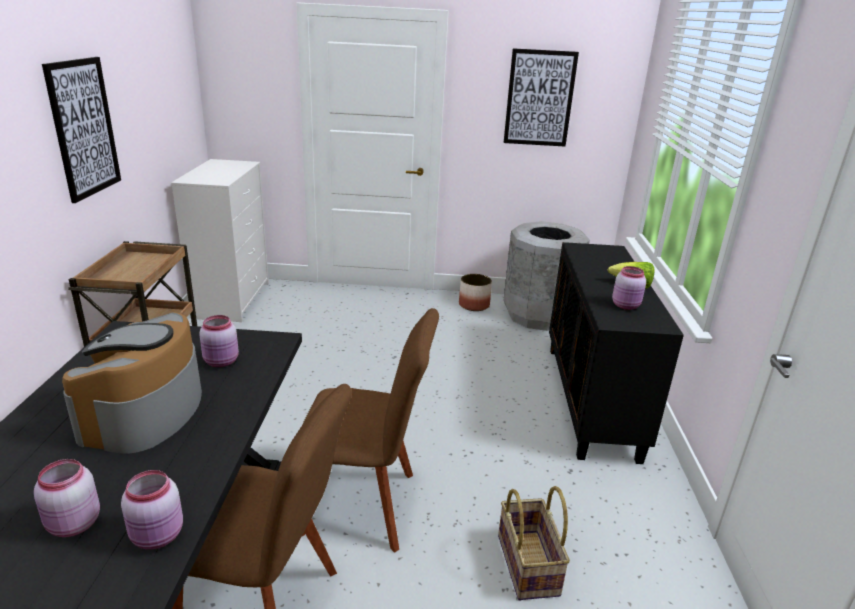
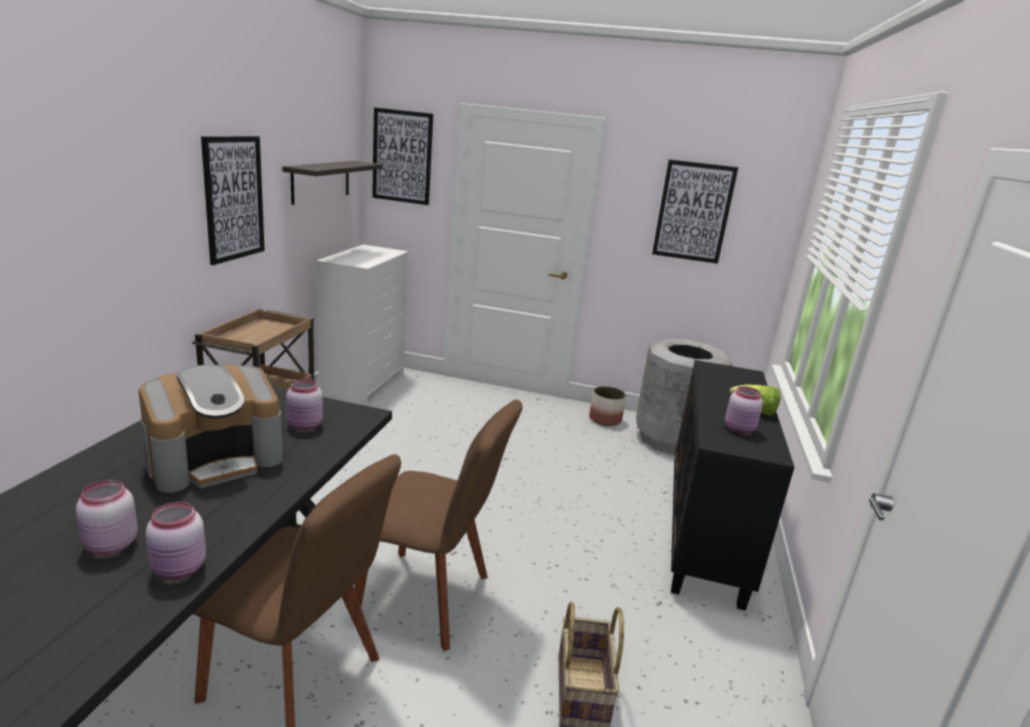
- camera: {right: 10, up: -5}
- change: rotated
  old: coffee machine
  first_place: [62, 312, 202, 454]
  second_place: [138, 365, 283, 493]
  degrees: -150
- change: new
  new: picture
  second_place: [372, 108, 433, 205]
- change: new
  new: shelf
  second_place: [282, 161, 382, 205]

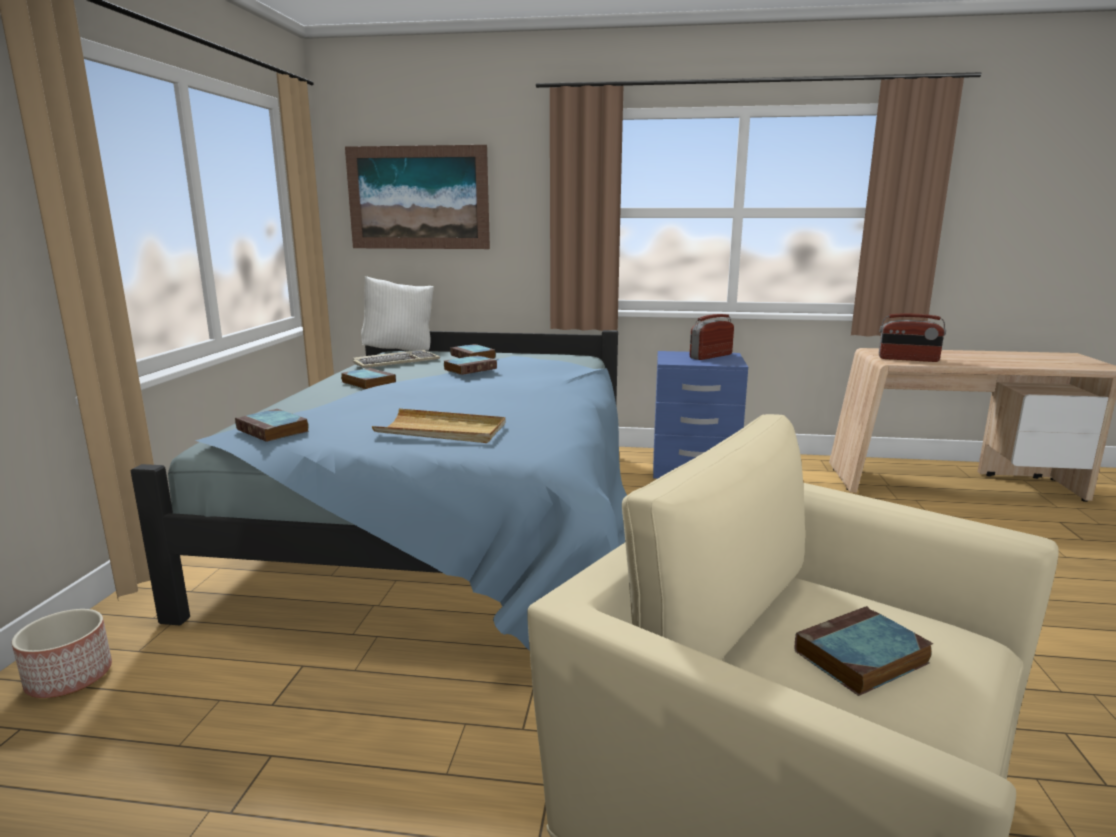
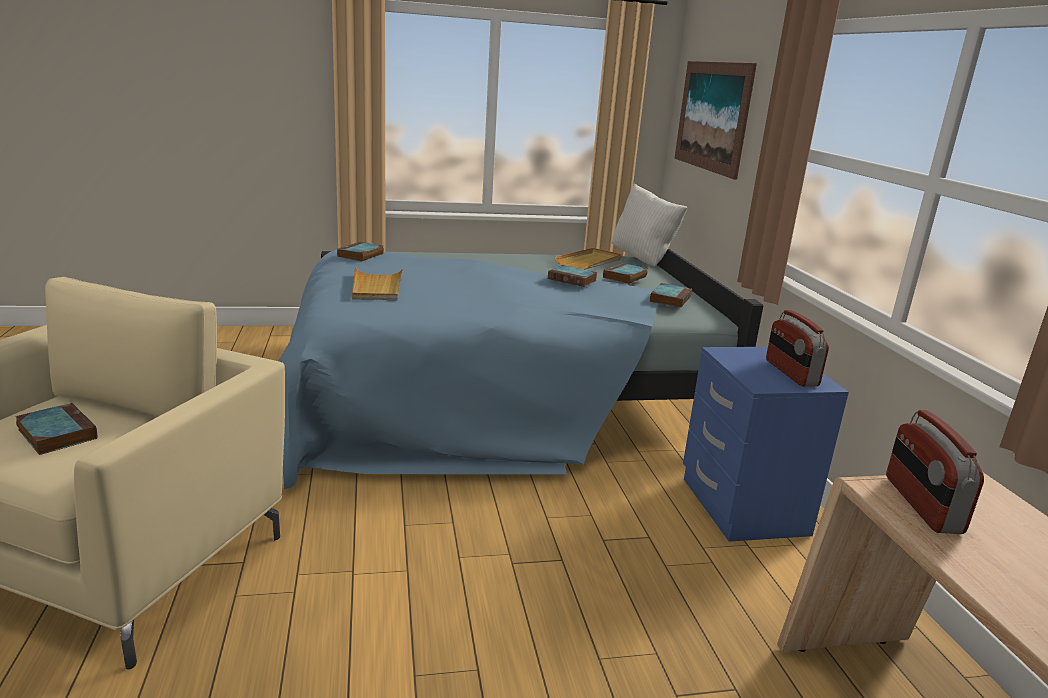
- camera: {right: 70, up: 5}
- change: rotated
  old: radio
  first_place: [690, 314, 734, 360]
  second_place: [766, 310, 829, 387]
  degrees: -135
- change: swapped
  old: keyboard
  new: beige tray
  first_place: [353, 350, 440, 368]
  second_place: [554, 248, 622, 269]
- change: shifted
  old: book
  first_place: [341, 368, 396, 389]
  second_place: [650, 283, 692, 308]
- change: gone
  old: planter
  first_place: [12, 609, 112, 698]

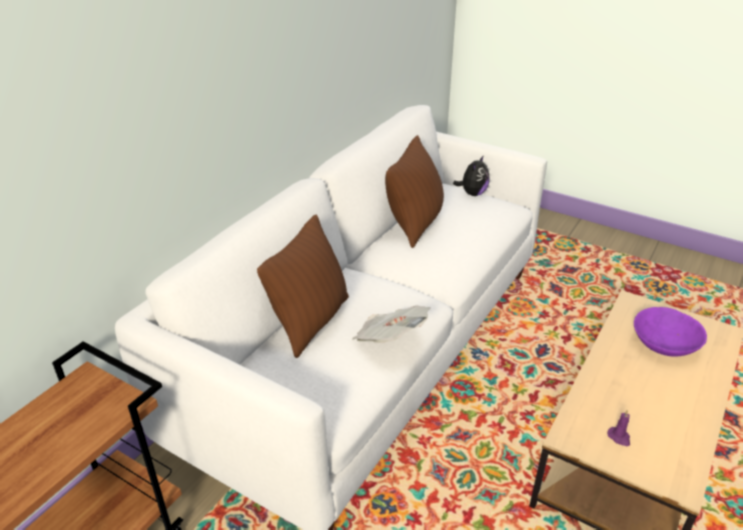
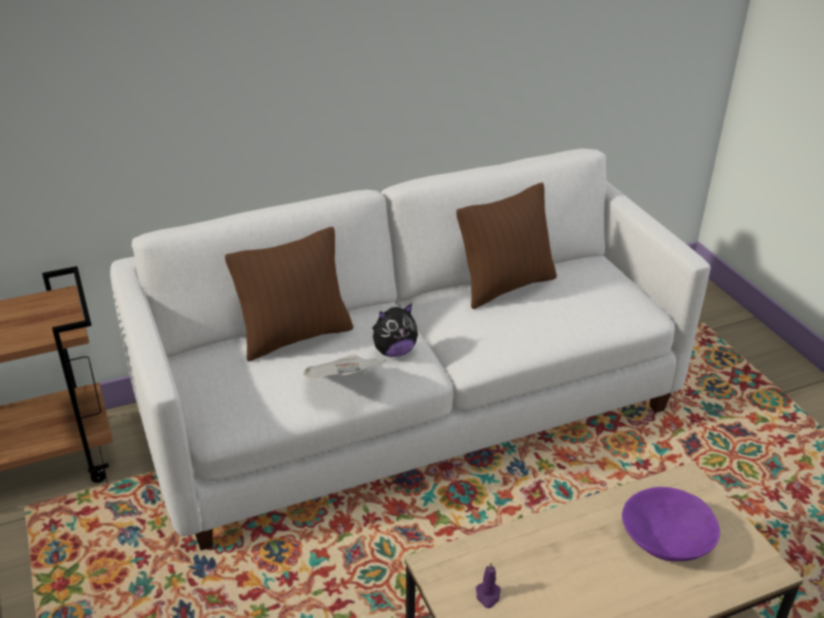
- camera: {right: 35, up: 0}
- change: shifted
  old: plush toy
  first_place: [453, 155, 489, 196]
  second_place: [372, 303, 418, 357]

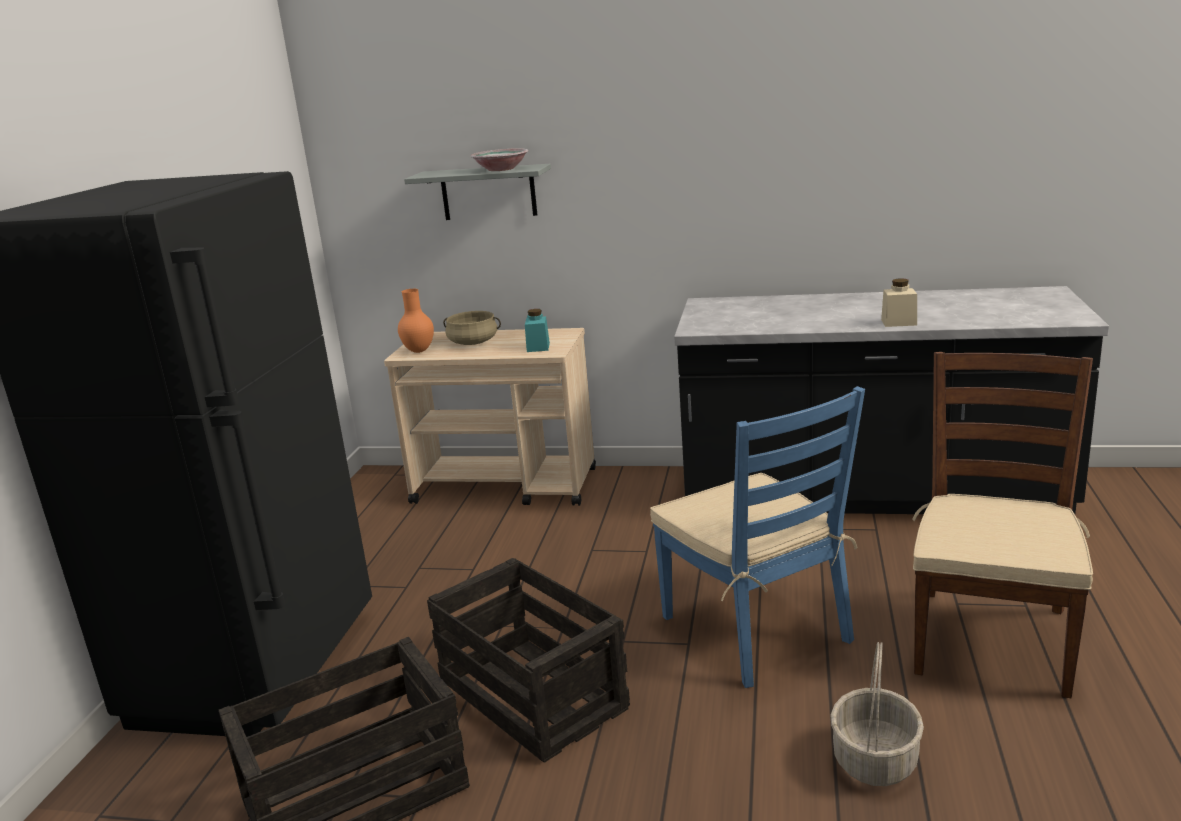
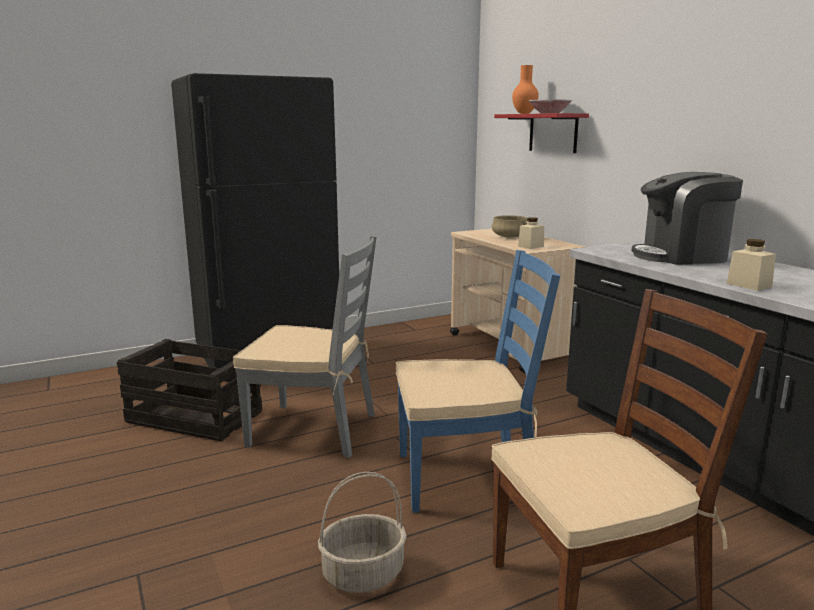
- camera: {right: 50, up: -5}
- change: repainted
  old: grey shelf
  new: red shelf
  first_place: [404, 164, 551, 220]
  second_place: [494, 113, 589, 153]
- change: shifted
  old: orange vase
  first_place: [398, 289, 434, 353]
  second_place: [512, 65, 539, 114]
- change: repainted
  old: turquoise jar
  new: beige jar
  first_place: [525, 309, 550, 352]
  second_place: [518, 217, 544, 249]
- change: rotated
  old: blue chair
  first_place: [650, 386, 865, 688]
  second_place: [396, 250, 560, 513]
  degrees: -120
- change: swapped
  old: crate
  new: grey chair
  first_place: [427, 558, 630, 763]
  second_place: [233, 235, 377, 458]
- change: new
  new: coffee machine
  second_place: [632, 172, 743, 265]

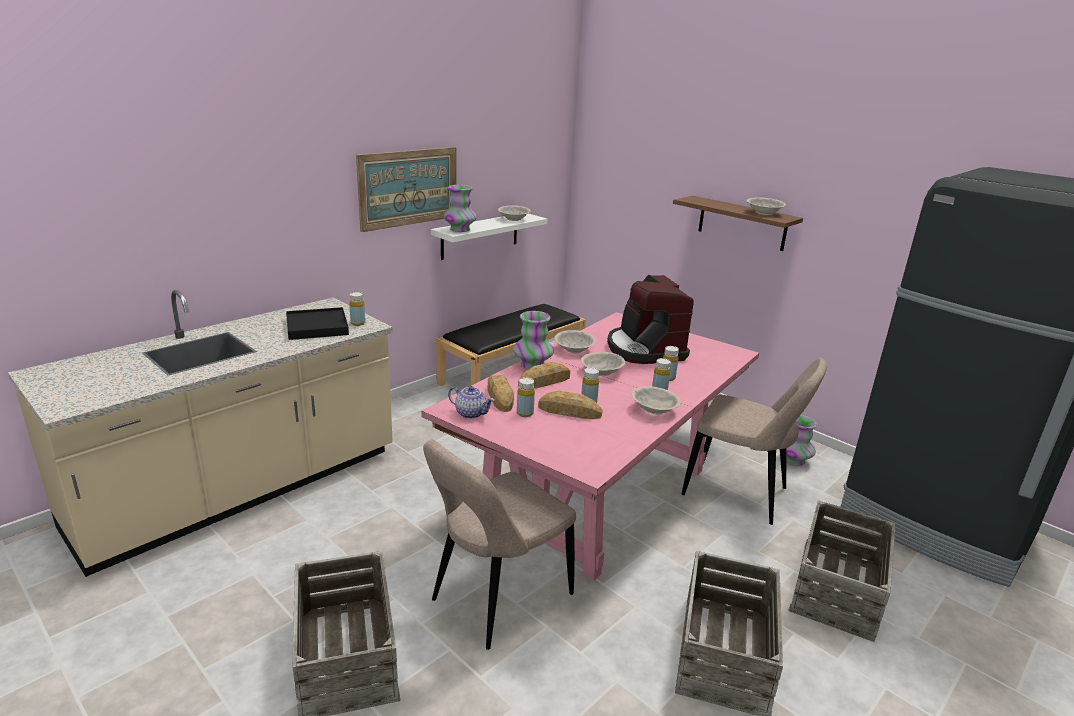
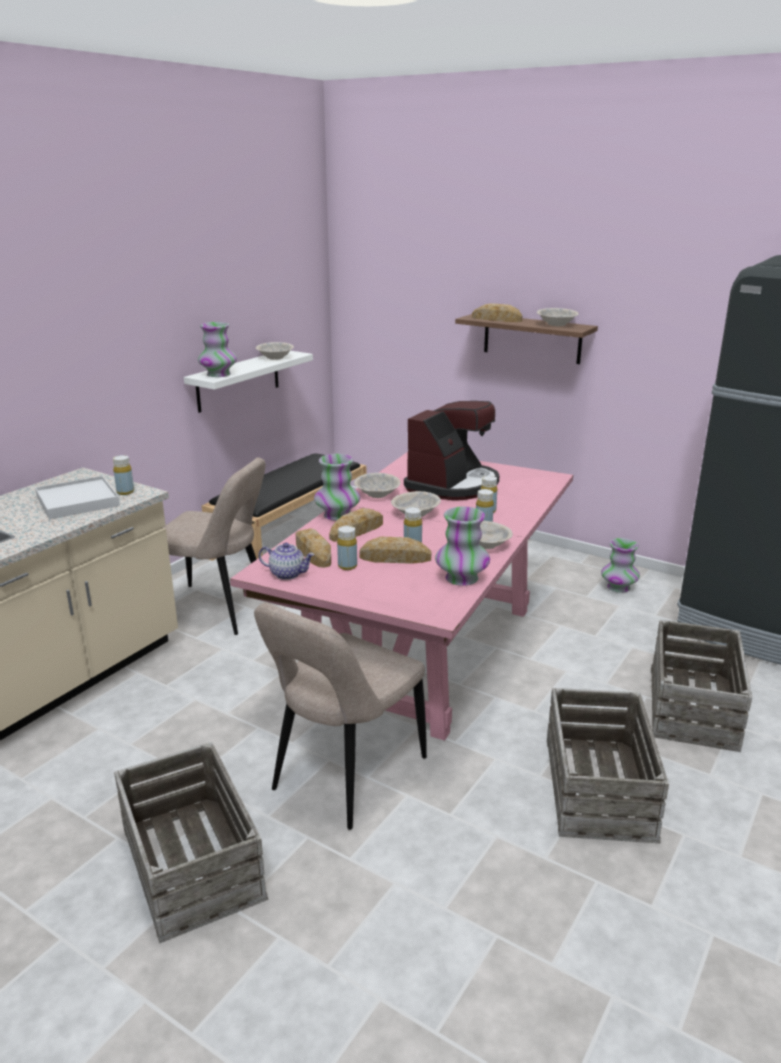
- camera: {right: -10, up: 0}
- change: gone
  old: picture
  first_place: [356, 147, 456, 232]
- change: rotated
  old: coffee machine
  first_place: [607, 275, 694, 364]
  second_place: [404, 401, 499, 500]
  degrees: -120
- change: repainted
  old: black tray
  new: white tray
  first_place: [286, 307, 349, 340]
  second_place: [35, 476, 120, 519]
- change: shifted
  old: beige chair
  first_place: [682, 358, 827, 525]
  second_place: [163, 457, 266, 635]
- change: new
  new: bread
  second_place: [472, 303, 522, 322]
- change: new
  new: vase
  second_place: [435, 507, 490, 586]

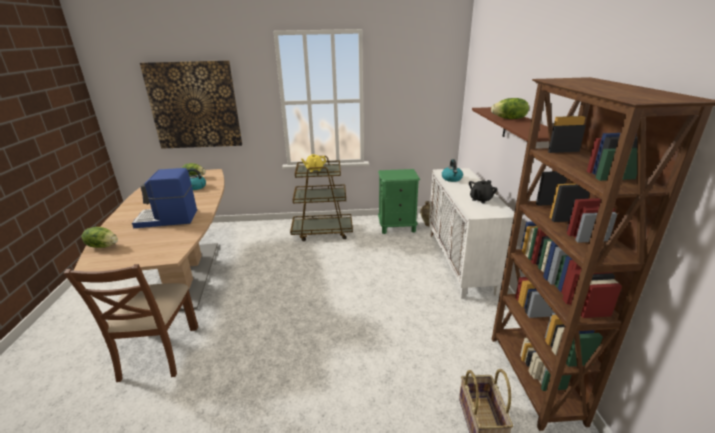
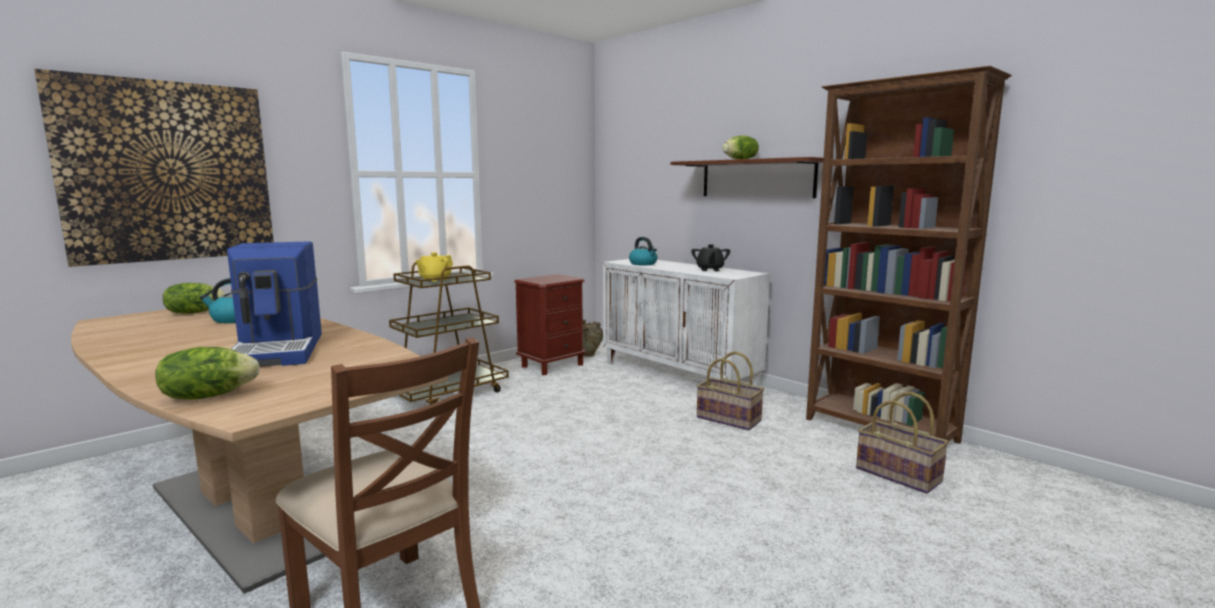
- camera: {right: -40, up: -15}
- change: rotated
  old: coffee machine
  first_place: [132, 168, 197, 228]
  second_place: [227, 241, 322, 367]
  degrees: -60
- change: repainted
  old: green nightstand
  new: brown nightstand
  first_place: [378, 169, 420, 234]
  second_place: [514, 274, 586, 375]
- change: new
  new: basket
  second_place: [697, 351, 764, 430]

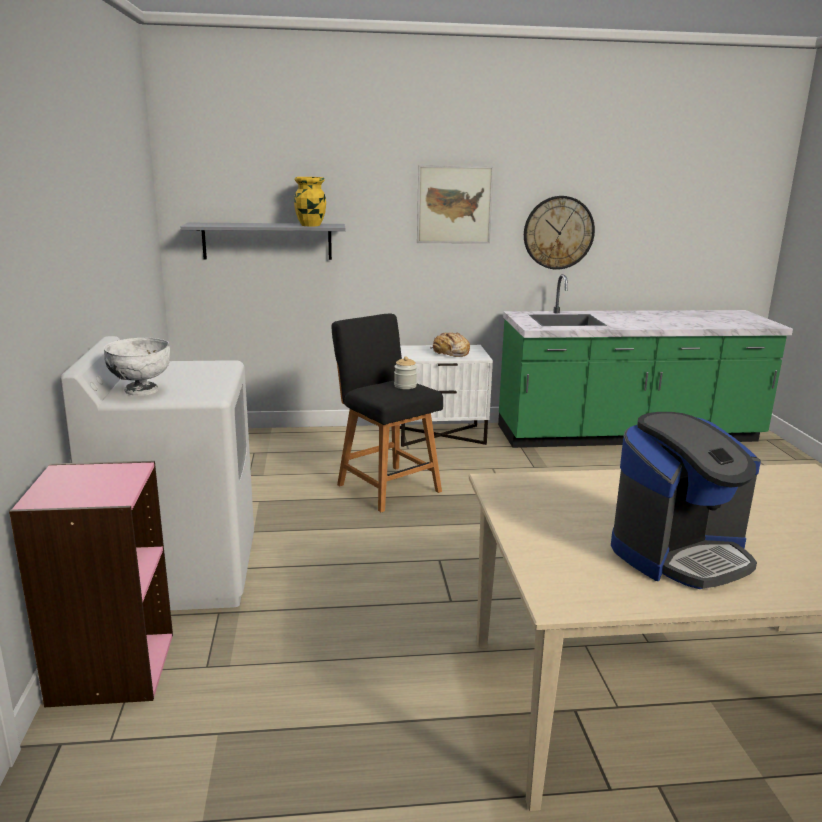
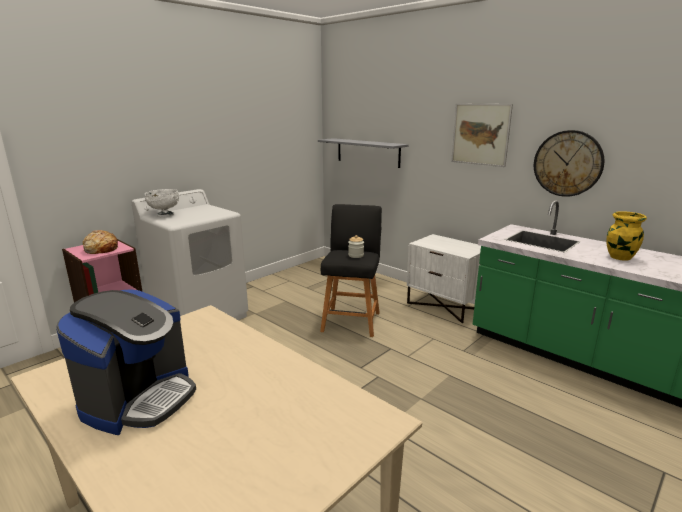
- camera: {right: 50, up: 0}
- change: shifted
  old: yellow vase
  first_place: [294, 177, 326, 226]
  second_place: [607, 211, 647, 261]
- change: shifted
  old: bread
  first_place: [430, 332, 470, 357]
  second_place: [83, 230, 118, 254]
- change: rotated
  old: coffee machine
  first_place: [611, 412, 761, 589]
  second_place: [56, 289, 196, 435]
  degrees: -90

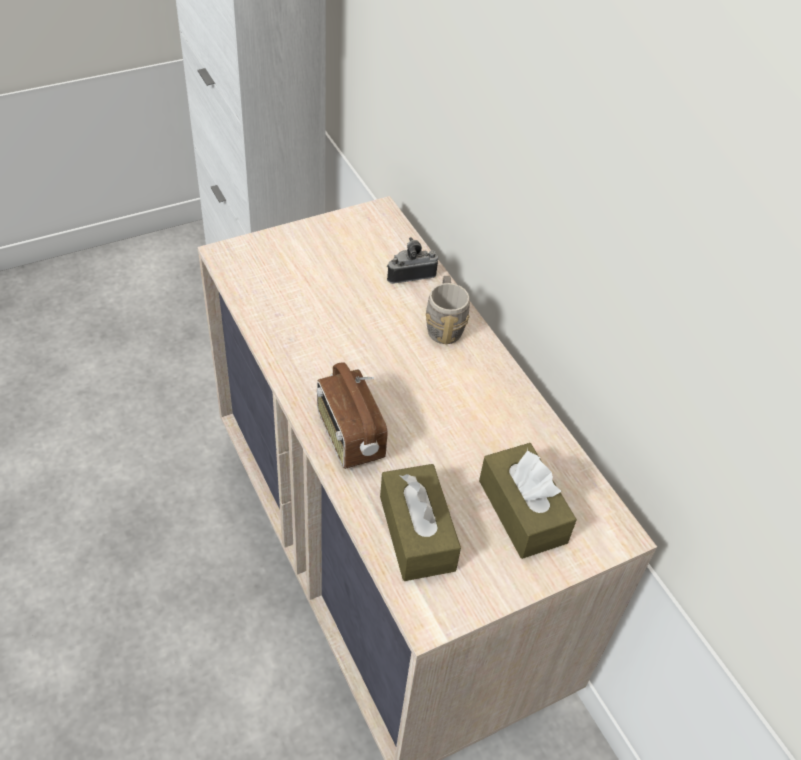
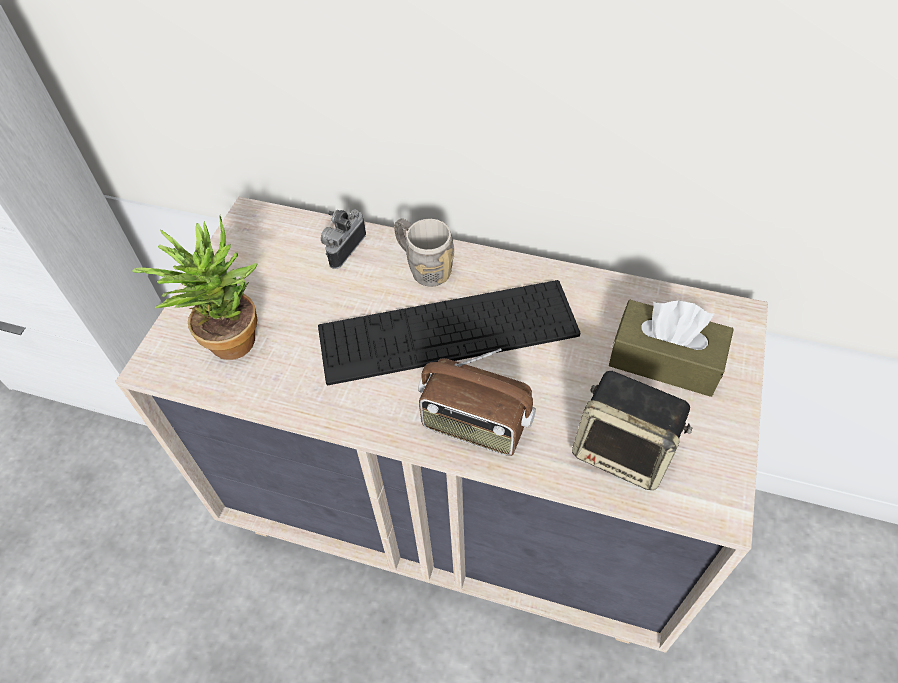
- camera: {right: -40, up: 5}
- change: swapped
  old: brown tissue box
  new: speaker
  first_place: [380, 464, 461, 581]
  second_place: [572, 371, 692, 490]
- change: new
  new: potted plant
  second_place: [132, 216, 257, 360]
- change: new
  new: keyboard
  second_place: [318, 280, 581, 385]

